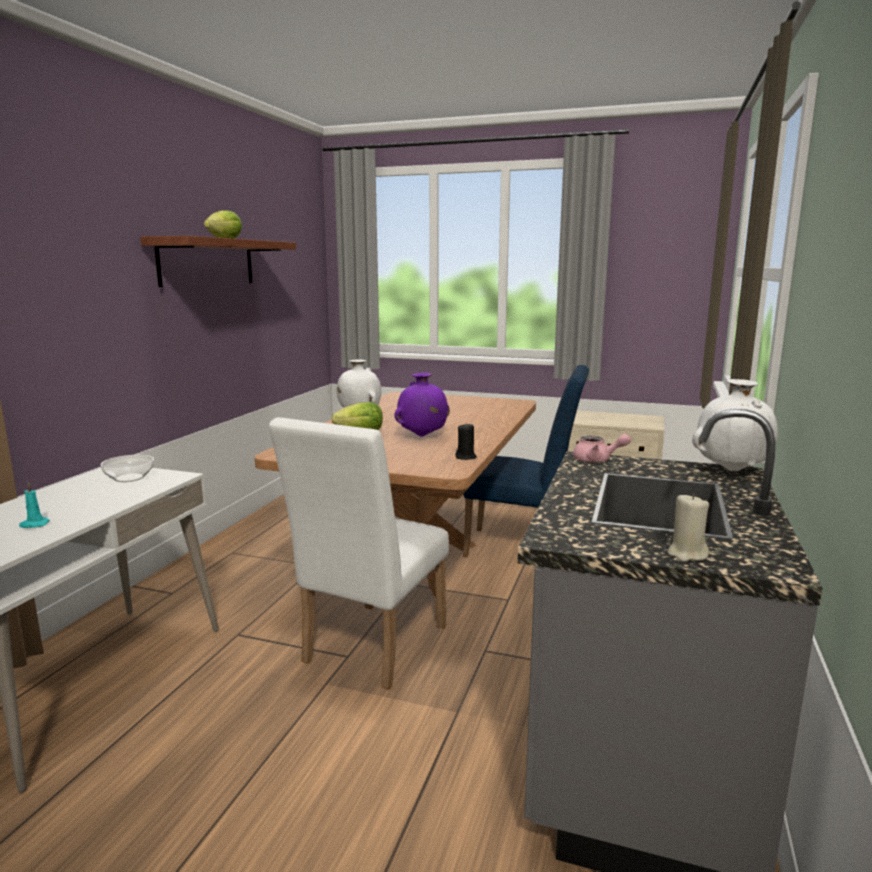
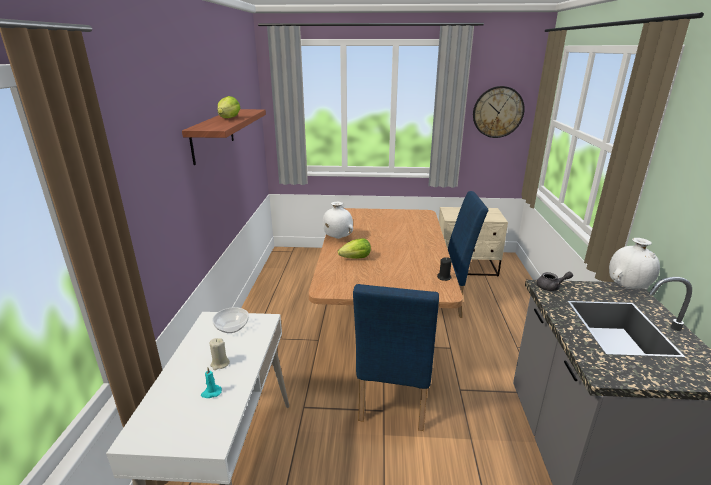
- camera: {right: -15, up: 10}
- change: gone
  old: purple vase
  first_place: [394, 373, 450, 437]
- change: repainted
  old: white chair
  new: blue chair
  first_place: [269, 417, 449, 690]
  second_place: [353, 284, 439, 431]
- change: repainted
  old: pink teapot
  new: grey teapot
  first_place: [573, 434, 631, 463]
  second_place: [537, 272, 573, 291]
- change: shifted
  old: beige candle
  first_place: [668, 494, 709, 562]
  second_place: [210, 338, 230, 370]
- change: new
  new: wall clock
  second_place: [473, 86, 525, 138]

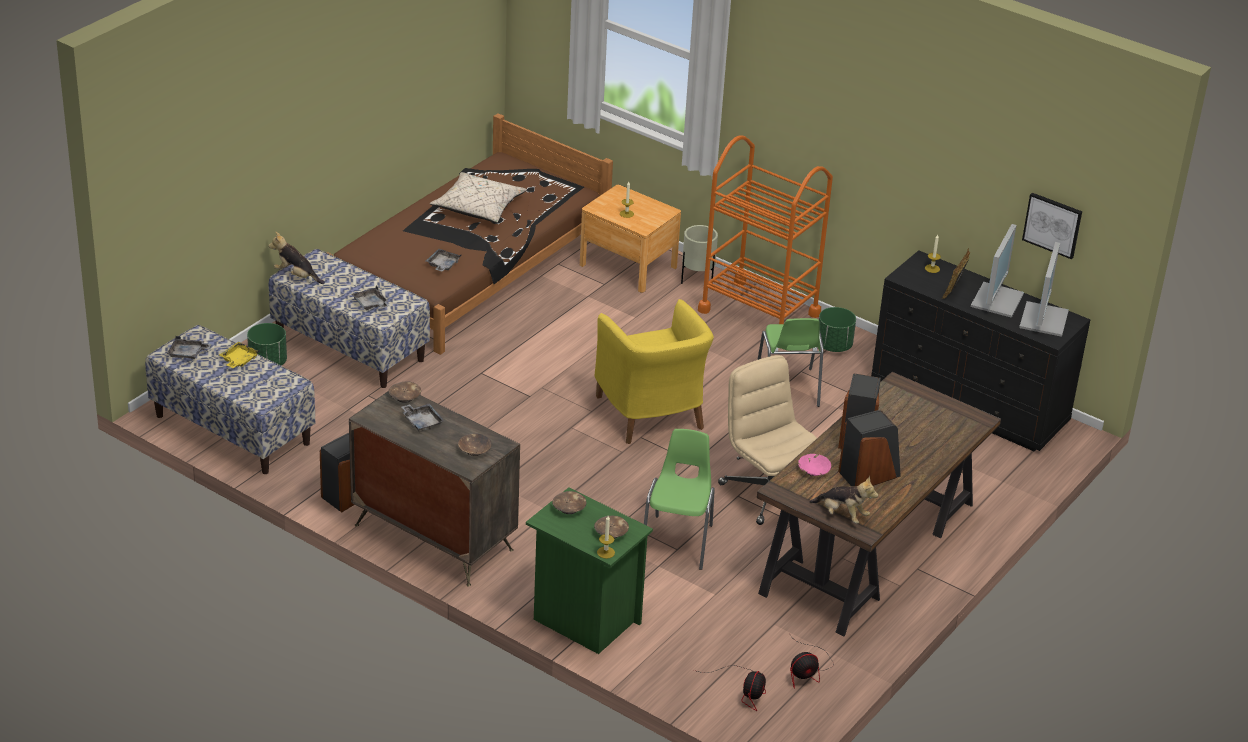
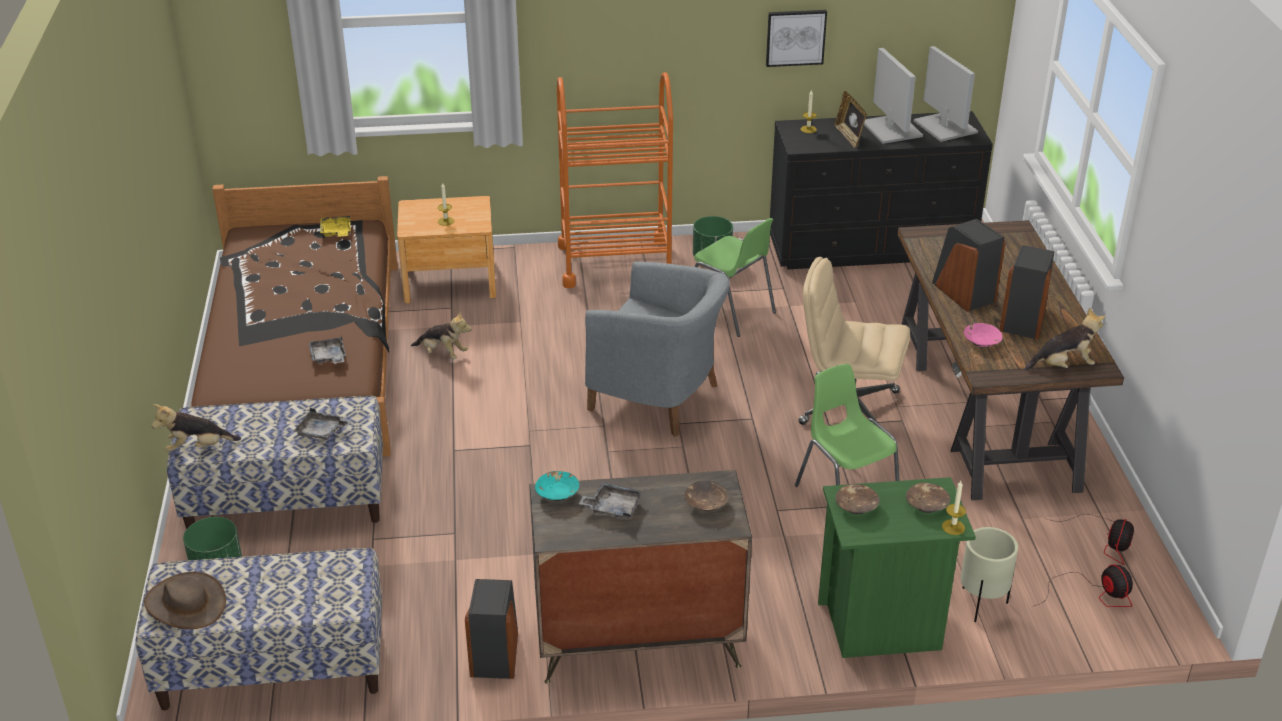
- camera: {right: -40, up: 0}
- change: gone
  old: beige pillow
  first_place: [430, 172, 527, 223]
- change: shifted
  old: picture
  first_place: [1022, 193, 1082, 259]
  second_place: [766, 10, 827, 67]
- change: shifted
  old: beige planter
  first_place: [681, 225, 718, 284]
  second_place: [961, 527, 1018, 622]
- change: repainted
  old: yellow armchair
  new: grey armchair
  first_place: [595, 299, 714, 444]
  second_place: [585, 262, 730, 437]
- change: swapped
  old: grey tray
  new: brown hat
  first_place: [167, 336, 211, 359]
  second_place: [144, 572, 226, 629]
- change: shifted
  old: yellow tray
  first_place: [219, 342, 260, 368]
  second_place: [320, 215, 351, 237]
- change: repainted
  old: brown bowl
  new: turquoise bowl
  first_place: [388, 382, 421, 403]
  second_place: [535, 471, 579, 501]
- change: new
  new: plush toy
  second_place: [411, 311, 472, 359]

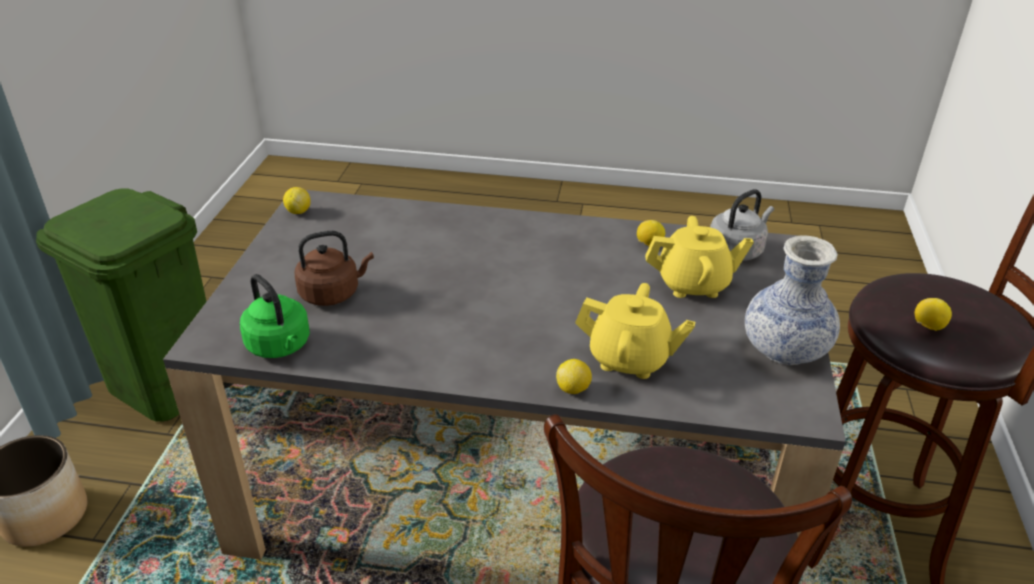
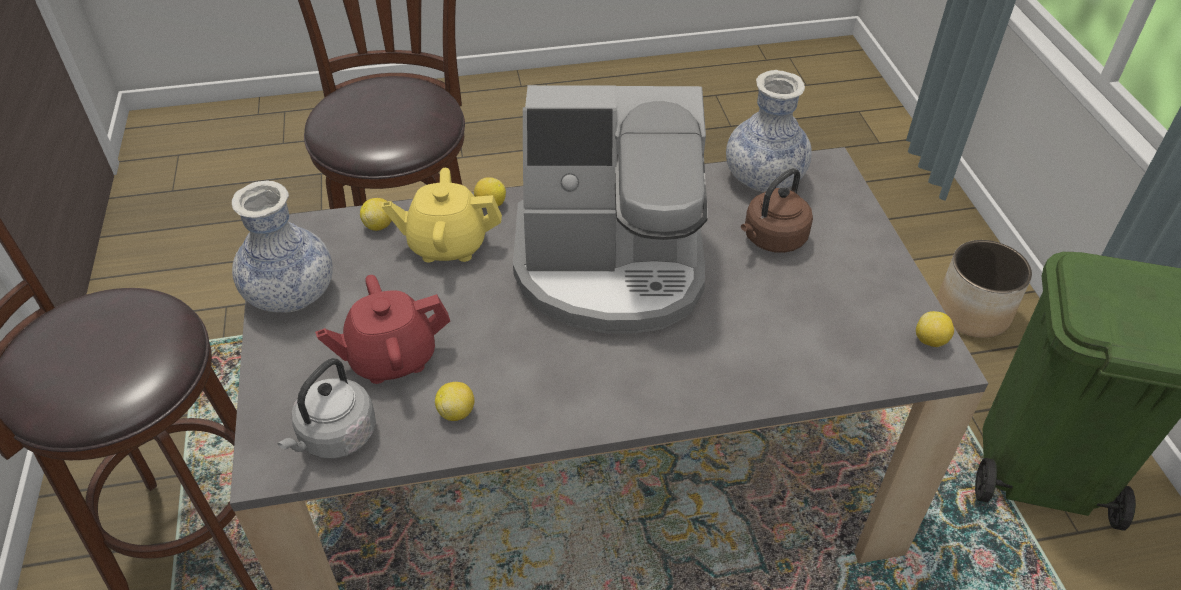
- camera: {right: 160, up: 10}
- change: repainted
  old: yellow teapot
  new: red teapot
  first_place: [645, 216, 754, 298]
  second_place: [315, 275, 450, 384]
- change: swapped
  old: green kettle
  new: vase
  first_place: [240, 274, 310, 358]
  second_place: [726, 70, 812, 192]
- change: shifted
  old: lemon
  first_place: [915, 298, 952, 331]
  second_place: [360, 198, 392, 231]
- change: new
  new: coffee machine
  second_place: [513, 85, 707, 334]

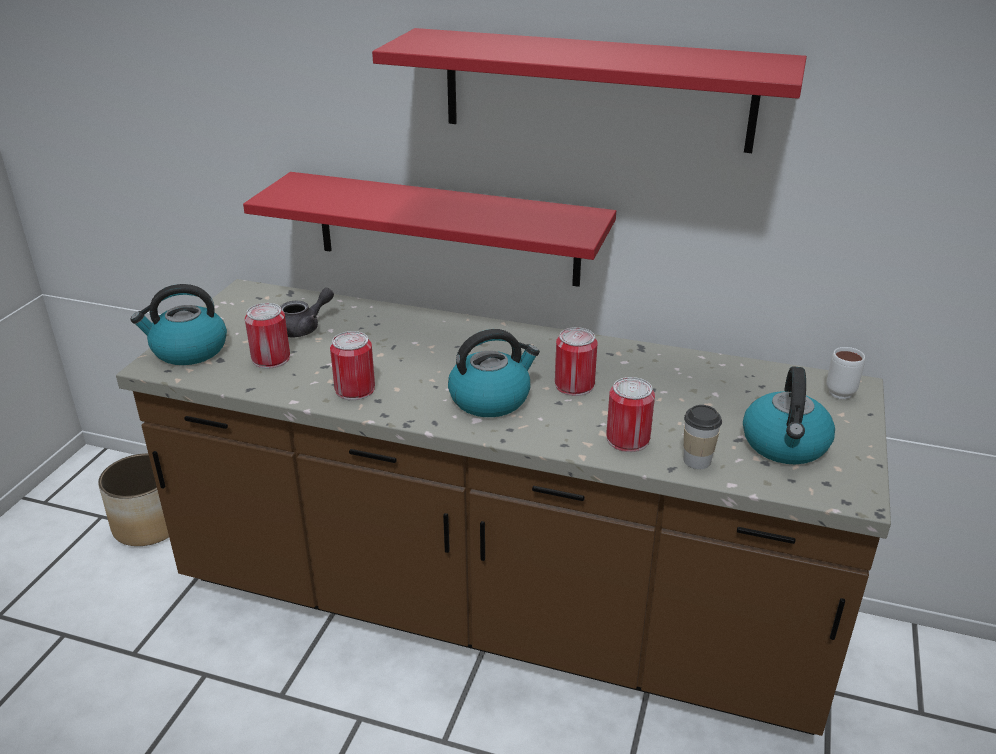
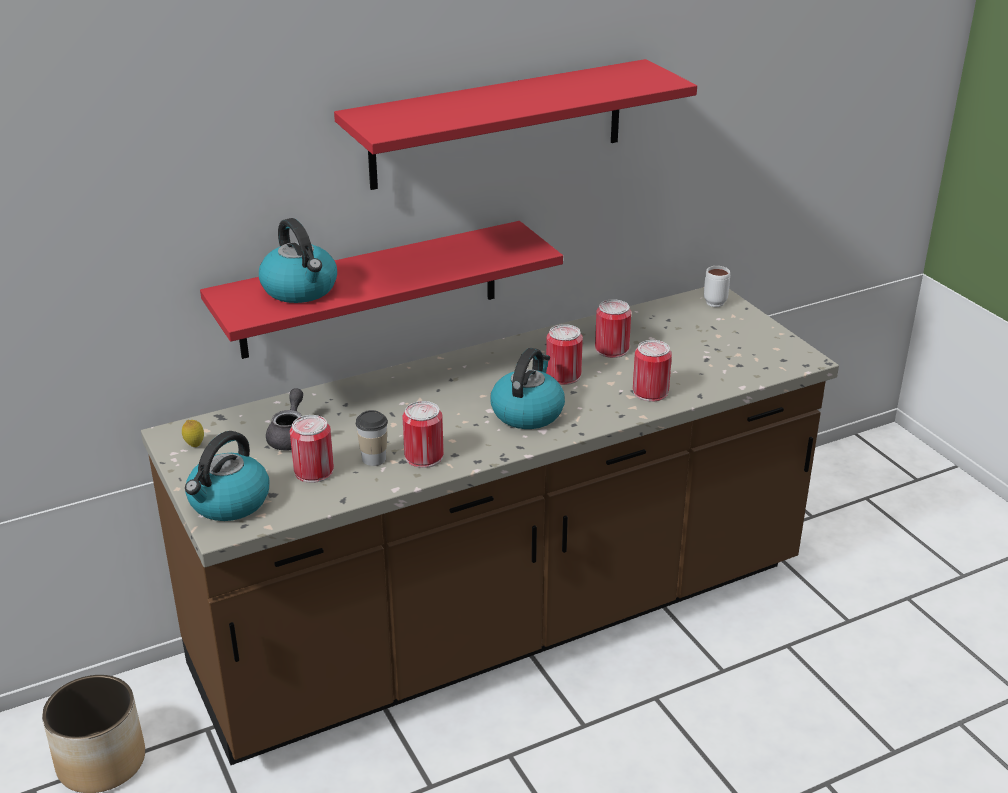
- camera: {right: -45, up: 0}
- change: shifted
  old: kettle
  first_place: [743, 366, 835, 464]
  second_place: [259, 218, 337, 303]
- change: shifted
  old: cup
  first_place: [684, 405, 722, 469]
  second_place: [356, 410, 388, 466]
- change: new
  new: can
  second_place: [595, 299, 631, 358]
- change: new
  new: lemon
  second_place: [182, 420, 204, 447]

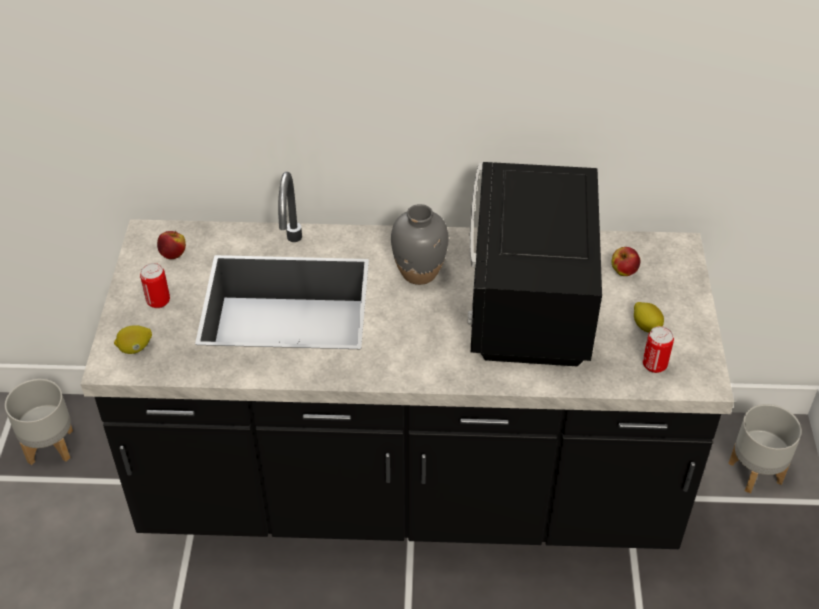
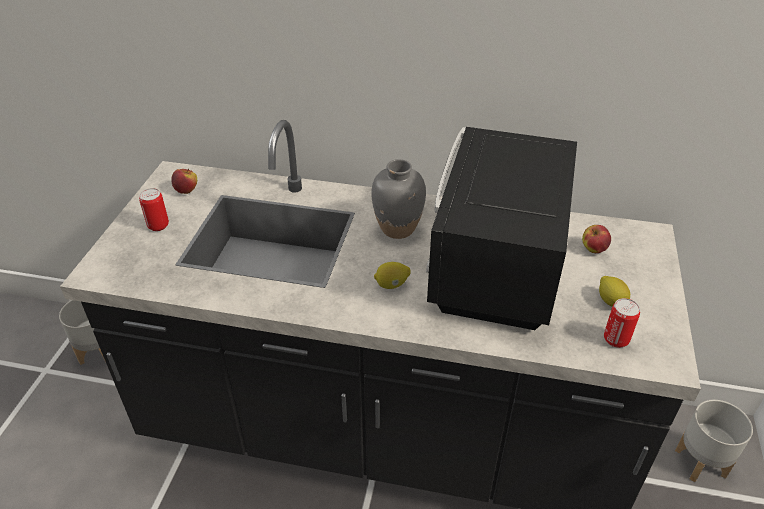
- camera: {right: 10, up: -5}
- change: shifted
  old: lemon
  first_place: [114, 325, 152, 354]
  second_place: [374, 262, 411, 289]

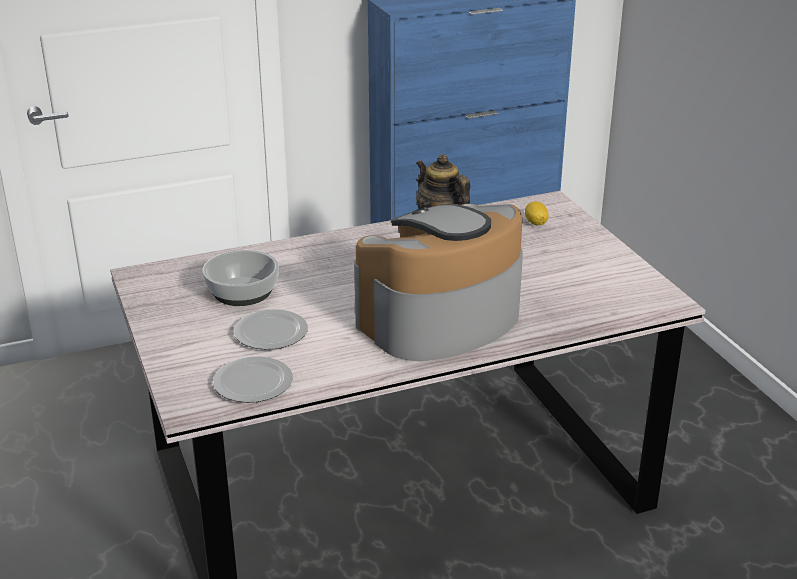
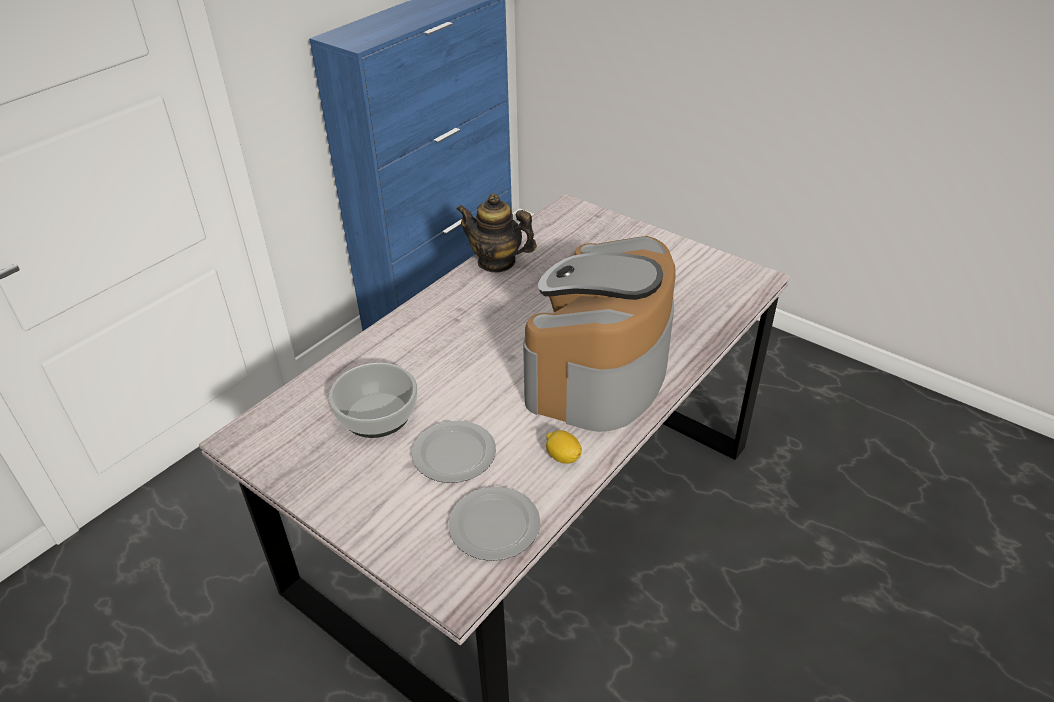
- camera: {right: -30, up: 10}
- change: shifted
  old: lemon
  first_place: [525, 201, 549, 225]
  second_place: [546, 430, 582, 464]

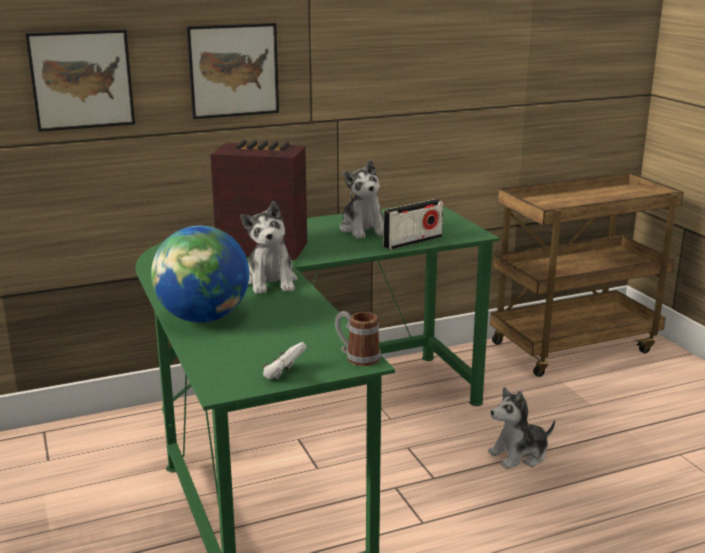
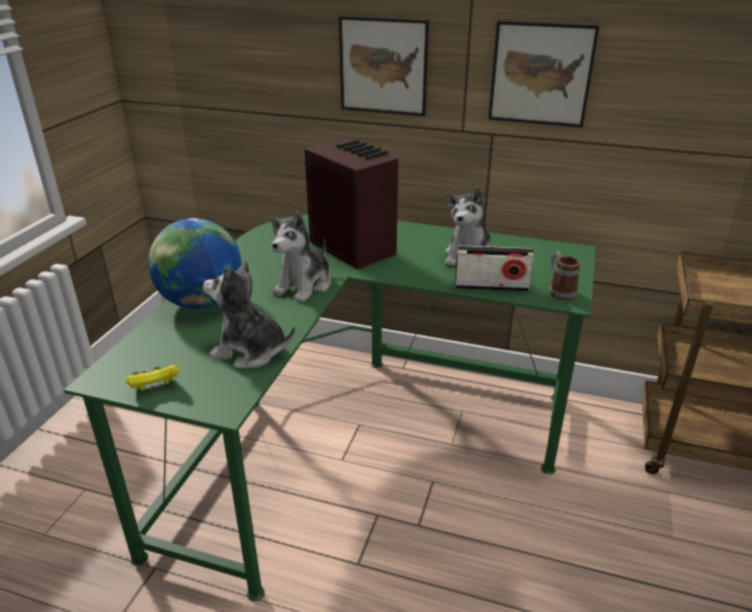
- camera: {right: 40, up: 10}
- change: shifted
  old: picture
  first_place: [25, 29, 135, 132]
  second_place: [488, 21, 600, 127]
- change: shifted
  old: mug
  first_place: [335, 311, 381, 366]
  second_place: [549, 252, 580, 300]
- change: repainted
  old: white game controller
  new: yellow game controller
  first_place: [262, 342, 307, 380]
  second_place: [126, 365, 179, 391]
- change: shifted
  old: plush toy
  first_place: [488, 387, 555, 469]
  second_place: [203, 261, 296, 368]

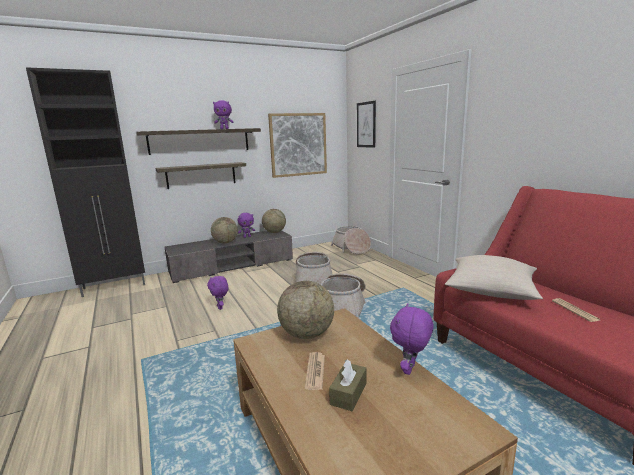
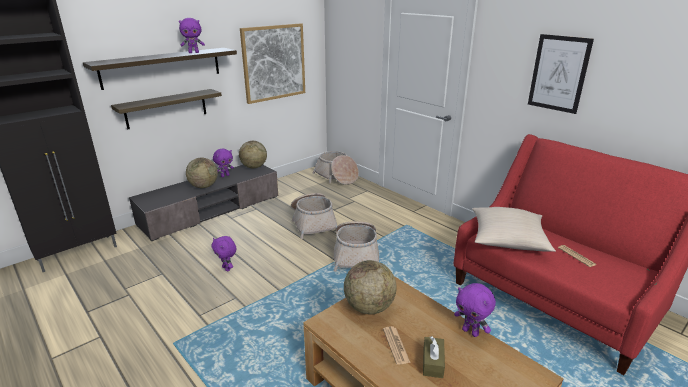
- camera: {right: -15, up: 10}
- change: shifted
  old: picture
  first_place: [357, 101, 376, 148]
  second_place: [528, 34, 594, 114]
- change: rotated
  old: purple plush toy
  first_place: [390, 303, 433, 375]
  second_place: [454, 283, 496, 337]
  degrees: -60

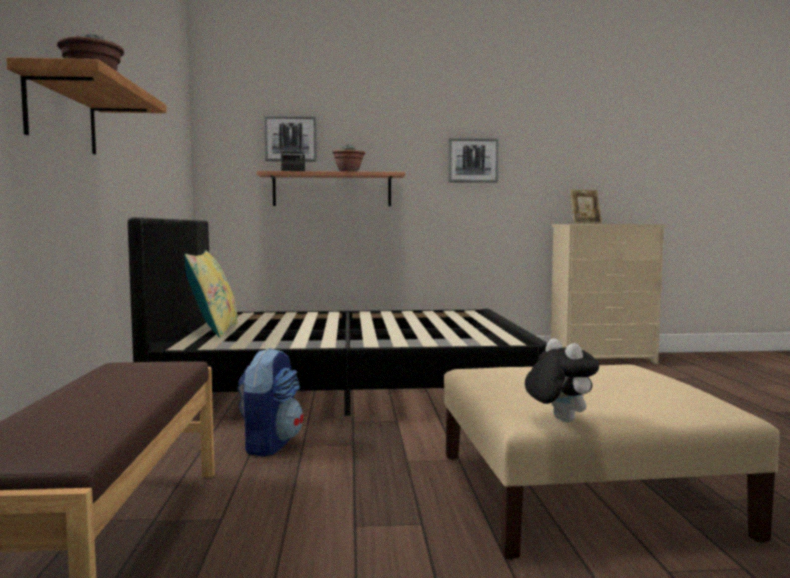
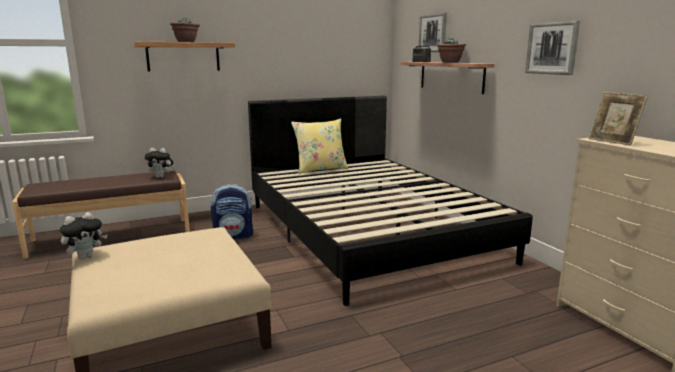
- camera: {right: 70, up: 10}
- change: new
  new: plush toy
  second_place: [144, 148, 174, 178]

